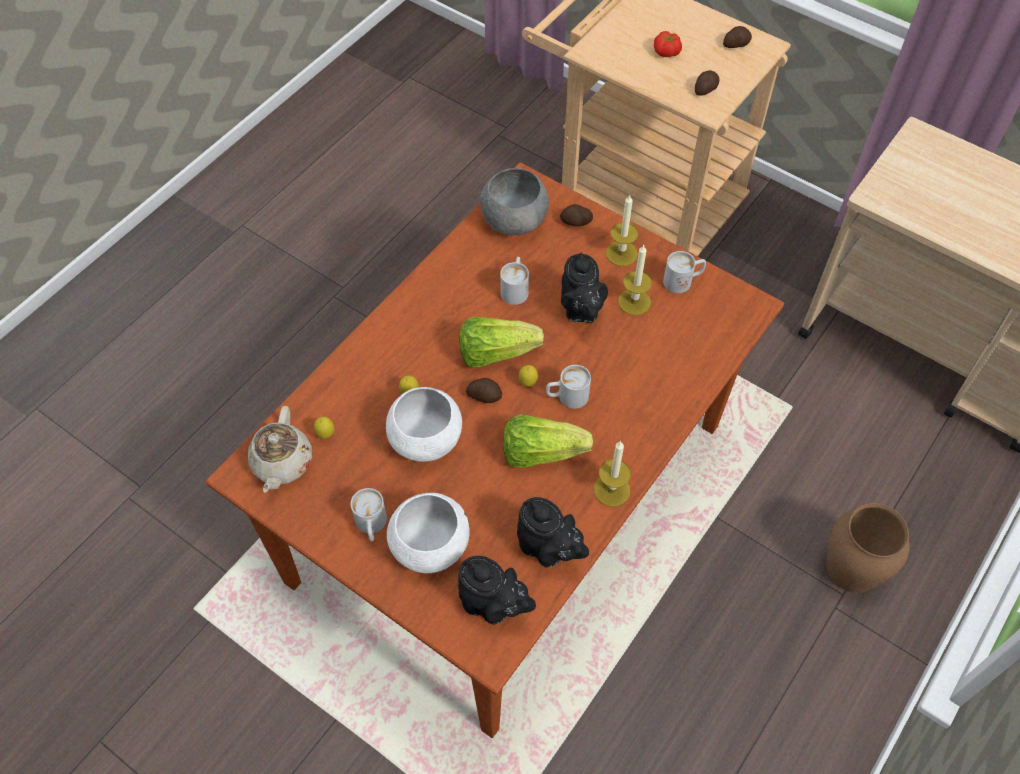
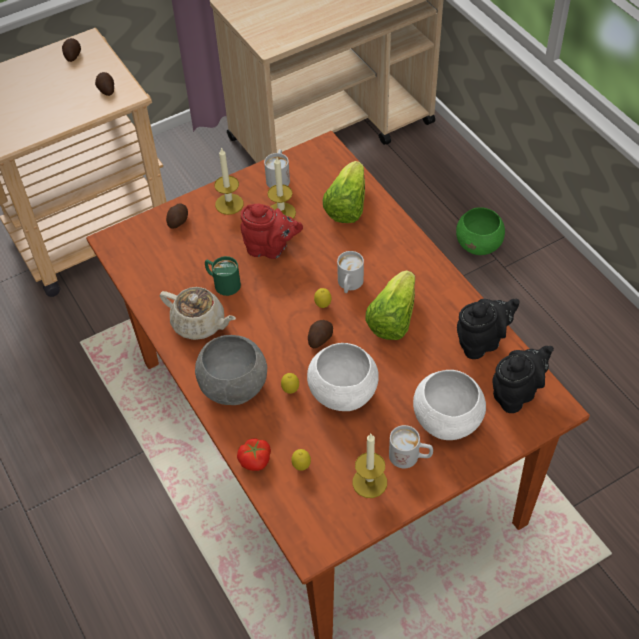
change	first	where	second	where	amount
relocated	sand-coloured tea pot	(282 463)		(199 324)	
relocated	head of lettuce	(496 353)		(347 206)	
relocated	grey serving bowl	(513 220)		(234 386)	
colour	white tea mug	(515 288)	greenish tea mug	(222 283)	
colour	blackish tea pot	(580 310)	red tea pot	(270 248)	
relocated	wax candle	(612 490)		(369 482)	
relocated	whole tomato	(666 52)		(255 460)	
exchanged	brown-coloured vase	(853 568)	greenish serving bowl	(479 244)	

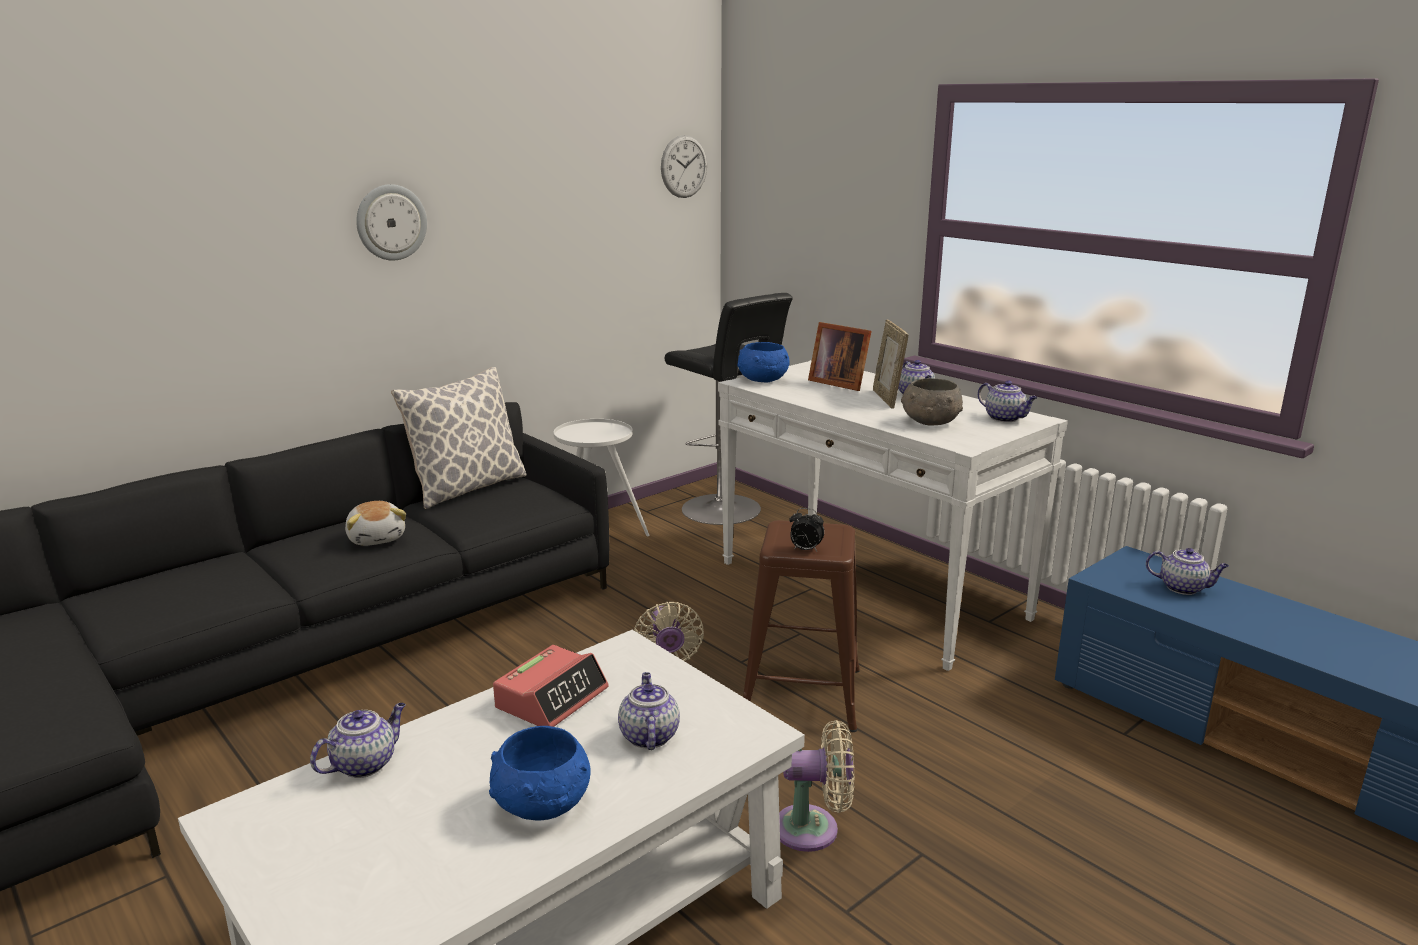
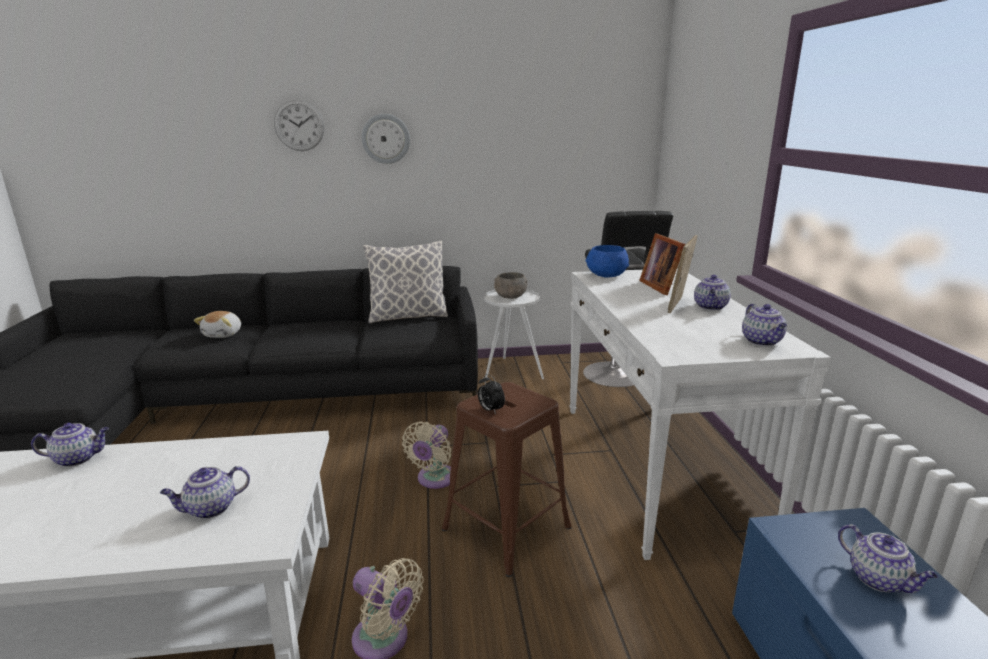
change	first	where	second	where	amount
relocated	soft toy	(377 538)		(224 334)	
missing	blue serving bowl	(542 804)			
missing	bedside clock	(552 698)			
spun	tea pot	(648 736)		(210 509)	150 degrees counterclockwise
relocated	hanging clock	(684 166)		(299 125)	
relocated	grey serving bowl	(930 422)		(510 296)	

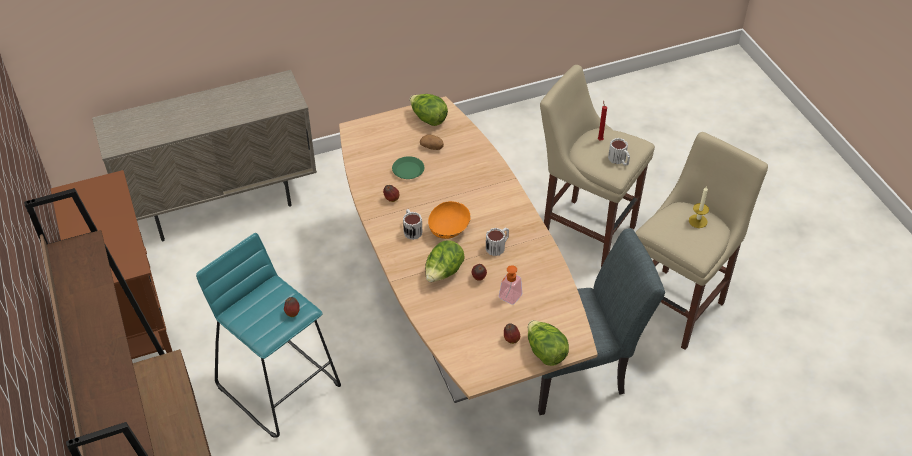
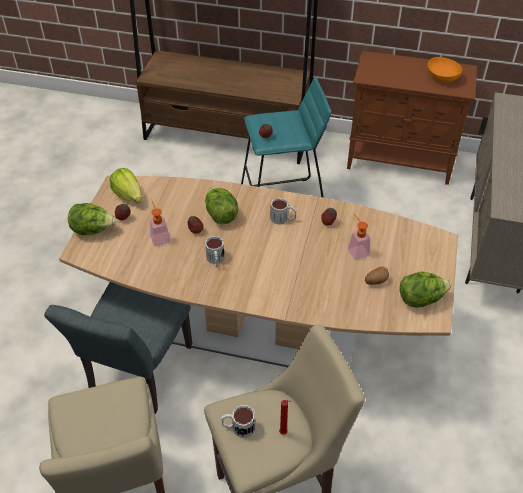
change	first	where	second	where	amount
exchanged	greenish flat dish	(408 170)	soap dispenser	(356 250)	
relocated	orangey serving bowl	(449 230)		(441 78)	
missing	wax candle	(698 221)			
appeared			head of lettuce	(128 195)	

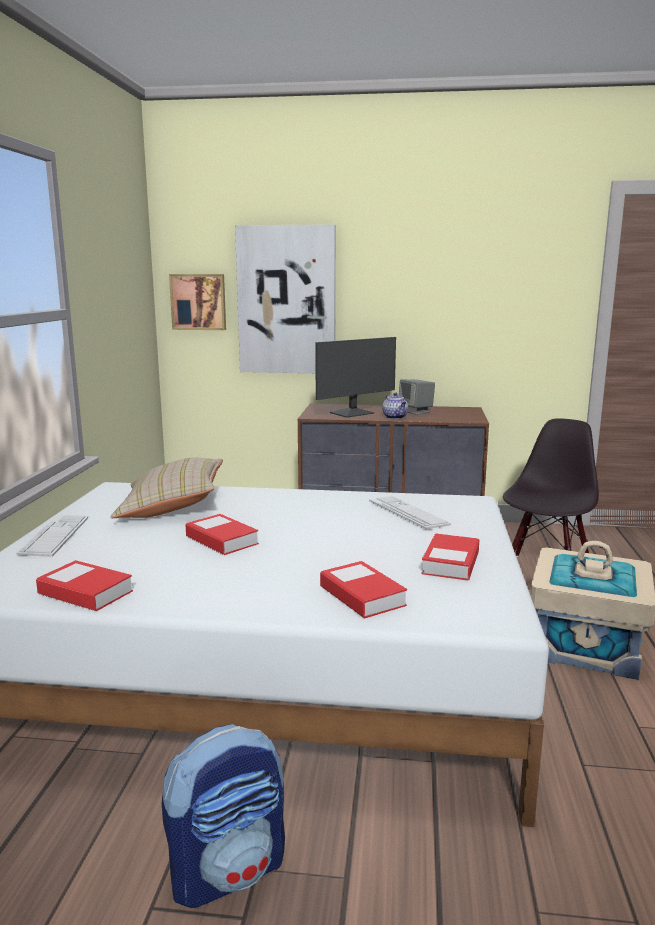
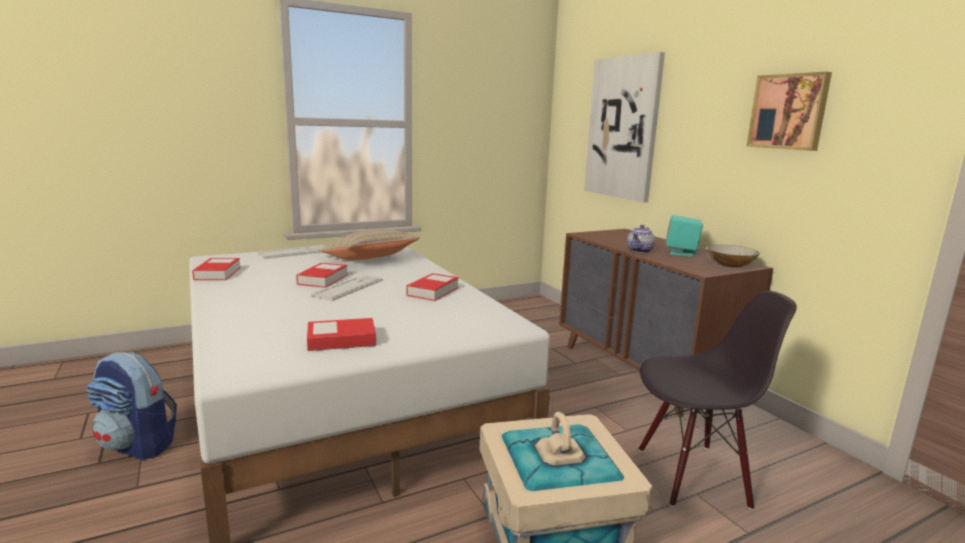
change	first	where	second	where	amount
relocated	picture	(198 302)		(789 112)	
missing	monitor	(352 413)			
relocated	volume	(362 596)		(433 291)	
relocated	keyboard	(408 513)		(348 288)	
colour	grey audio speaker	(416 411)	turquoise-coloured audio speaker	(681 253)	
appeared			serving bowl	(730 265)	

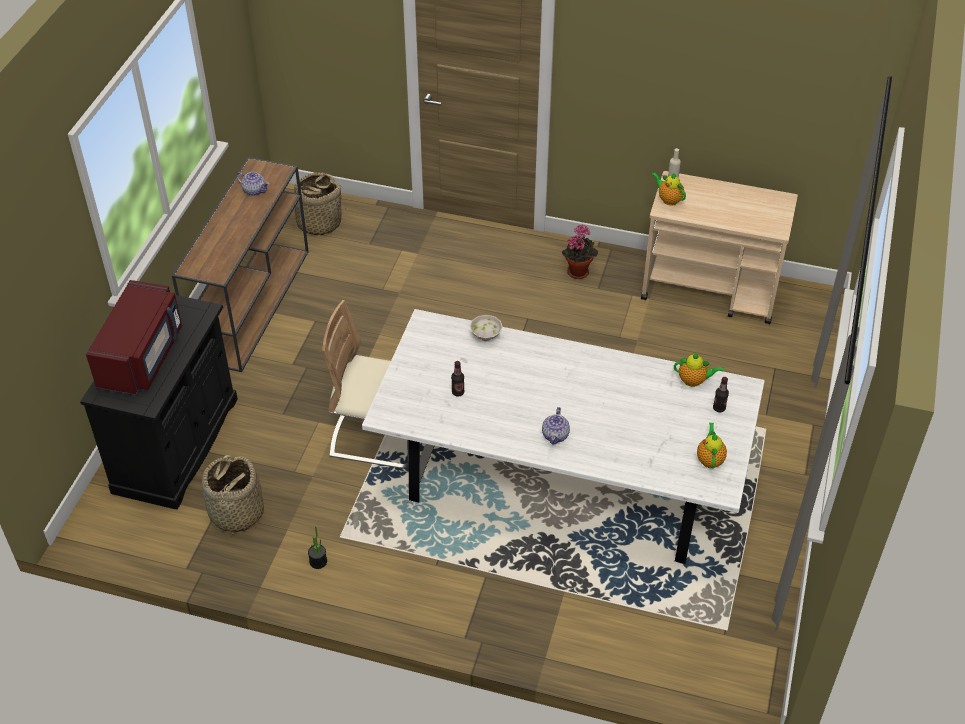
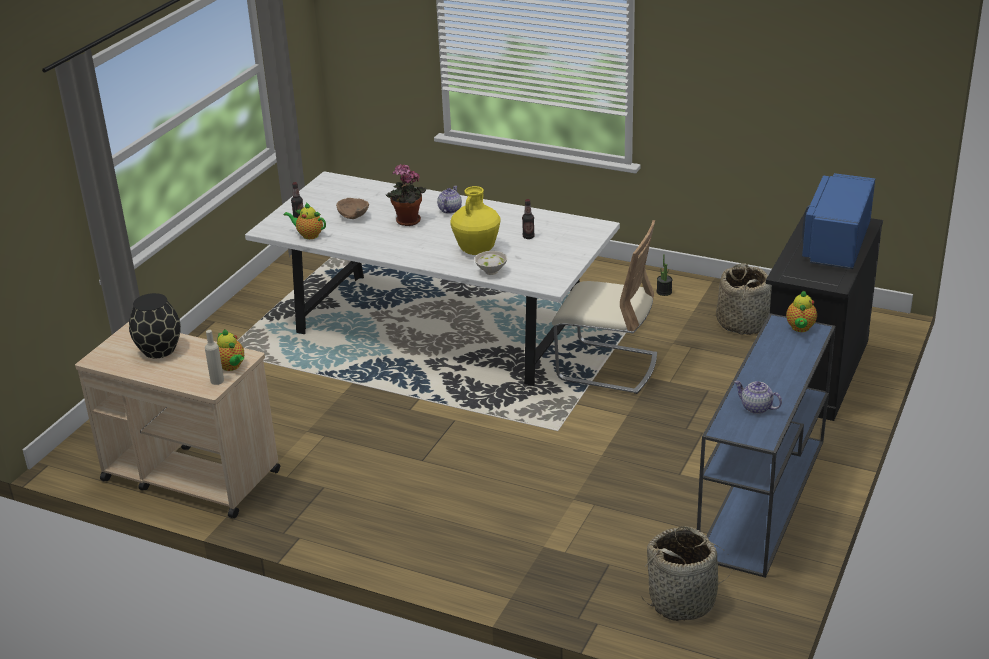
change	first	where	second	where	amount
colour	red microwave	(142 357)	blue microwave	(835 244)	
colour	brown-coloured narrow table	(252 303)	blue narrow table	(762 499)	
relocated	houseplant	(578 270)		(407 222)	
relocated	tea pot	(710 459)		(800 328)	
appeared			blackish vase	(159 350)	
appeared			brown-coloured serving bowl	(354 217)	
appeared			yellowish vase	(477 250)	

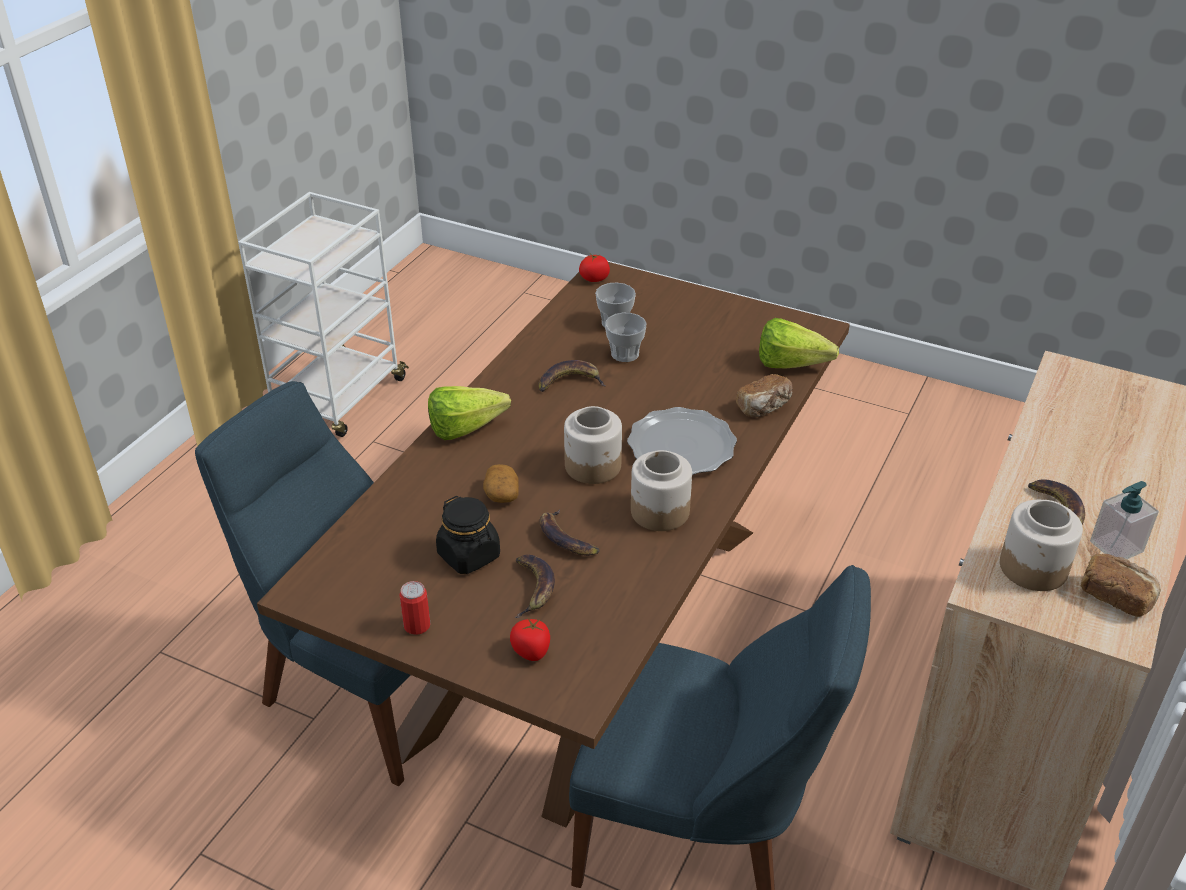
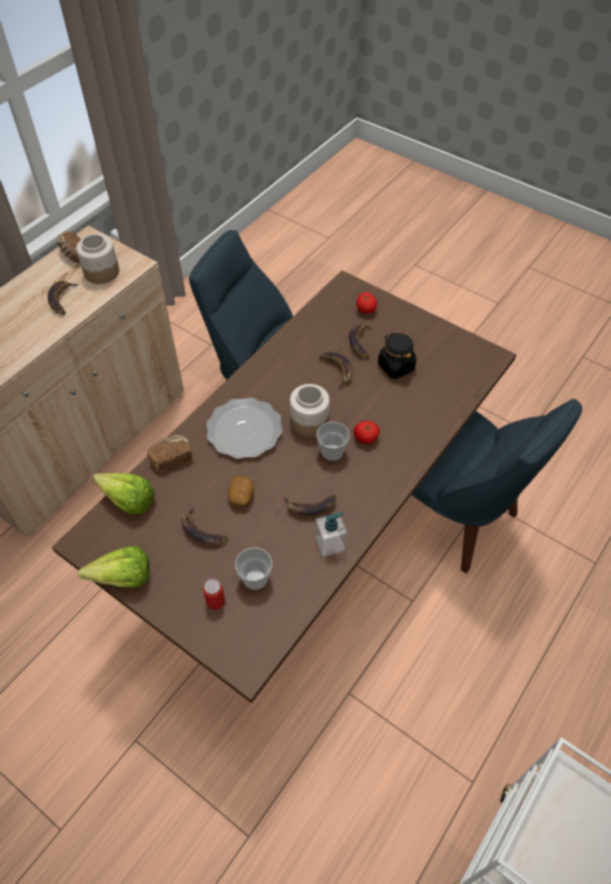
change	first	where	second	where	amount
relocated	sealed can	(417 625)		(215 601)	
relocated	head of lettuce	(472 428)		(118 577)	
relocated	spud	(501 493)		(241 496)	
relocated	whole tomato	(594 279)		(365 438)	
relocated	small cup	(625 354)		(332 451)	
missing	jar	(659 511)			
relocated	soap dispenser	(1116 547)		(330 543)	
appeared			whole banana	(202 531)	

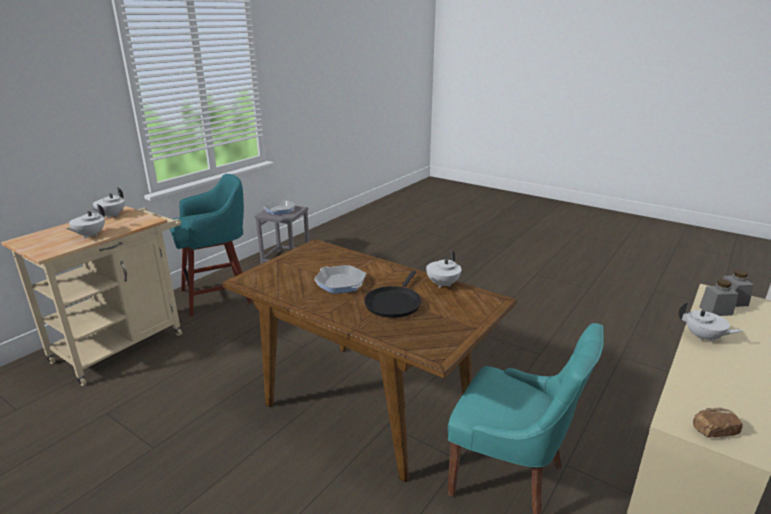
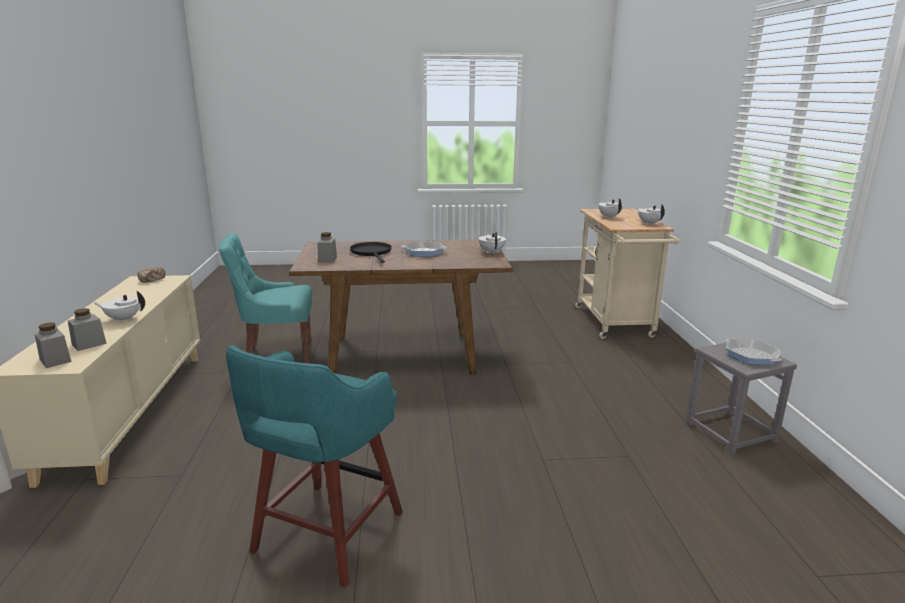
change	first	where	second	where	amount
relocated	turquoise-coloured stool	(218 295)		(326 534)	
relocated	white tea pot	(442 284)		(492 252)	
appeared			grey jar	(327 259)	

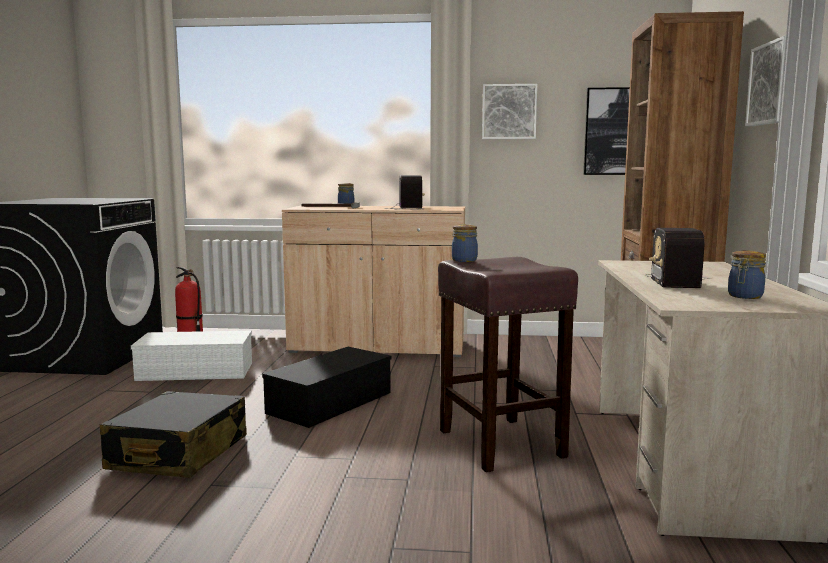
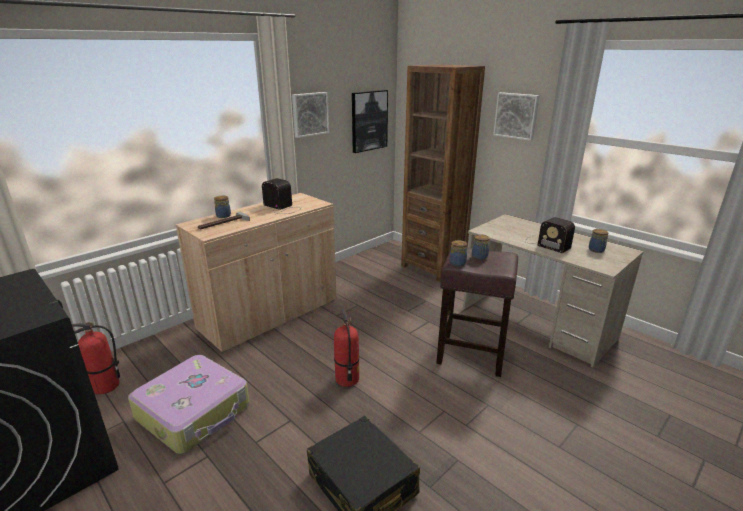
change	first	where	second	where	amount
exchanged	white storage container	(197 371)	suitcase	(195 412)	
exchanged	blackish storage container	(330 402)	fire-fighting cylinder	(347 379)	
appeared			jar	(480 257)	

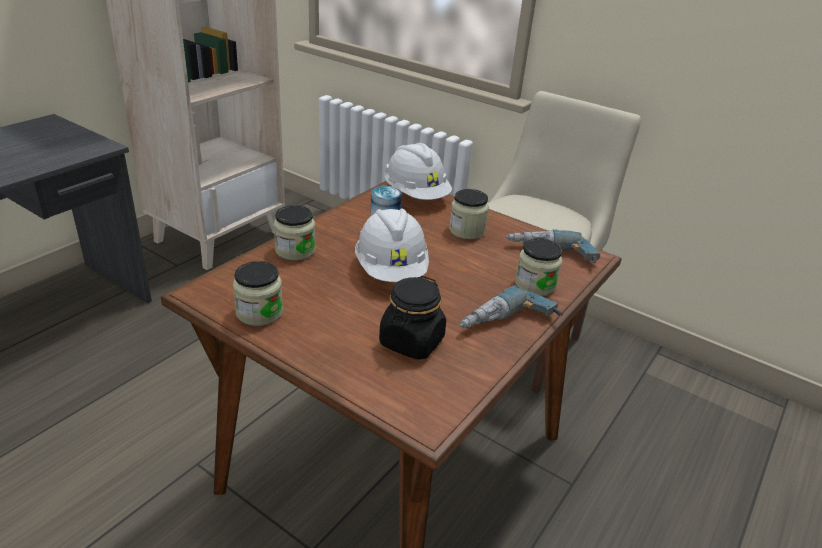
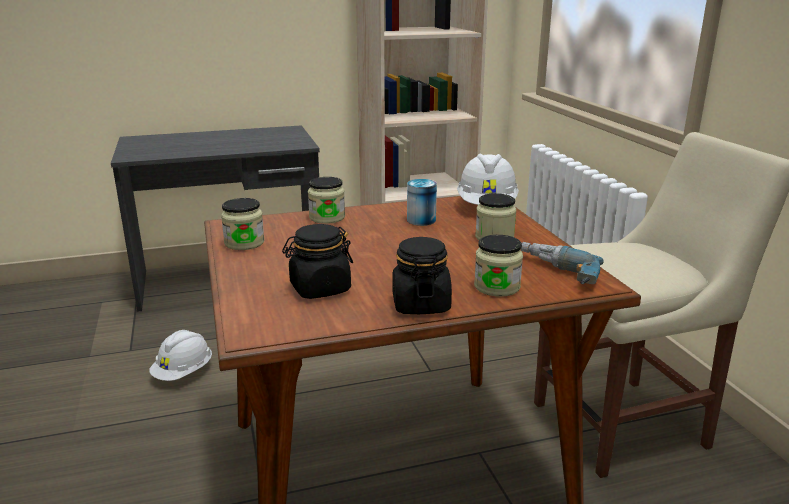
change	first	where	second	where	amount
relocated	white work helmet	(391 270)		(183 373)	
exchanged	power drill	(509 325)	blackish jar	(420 304)	

